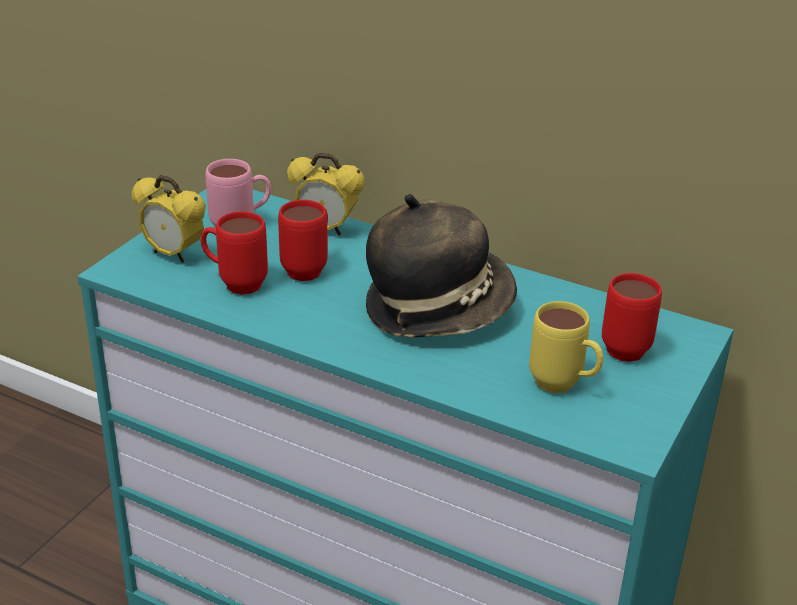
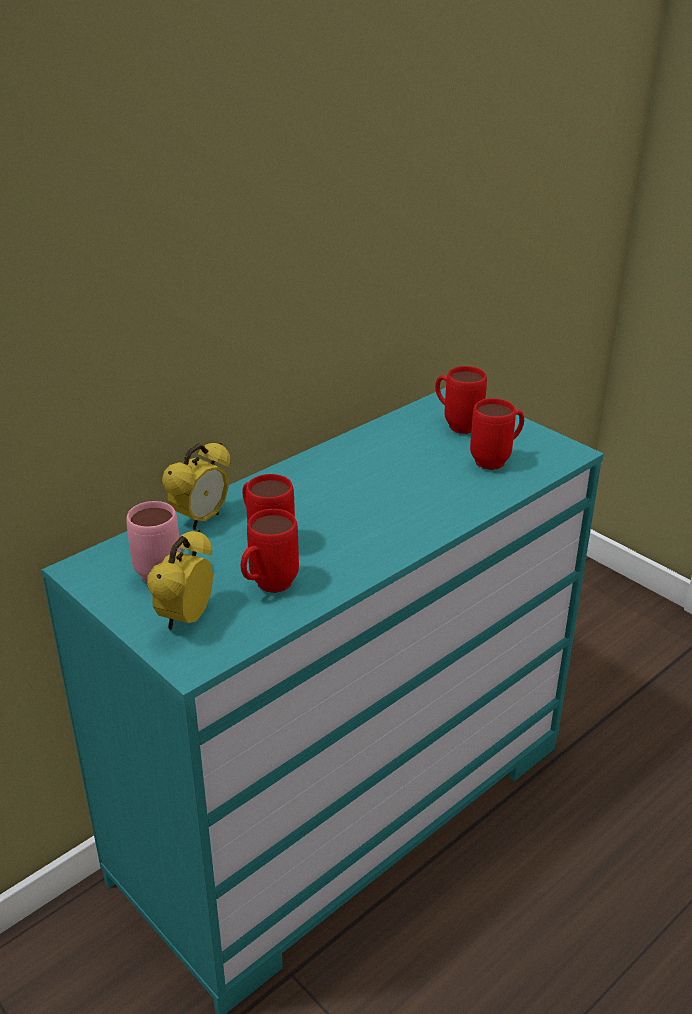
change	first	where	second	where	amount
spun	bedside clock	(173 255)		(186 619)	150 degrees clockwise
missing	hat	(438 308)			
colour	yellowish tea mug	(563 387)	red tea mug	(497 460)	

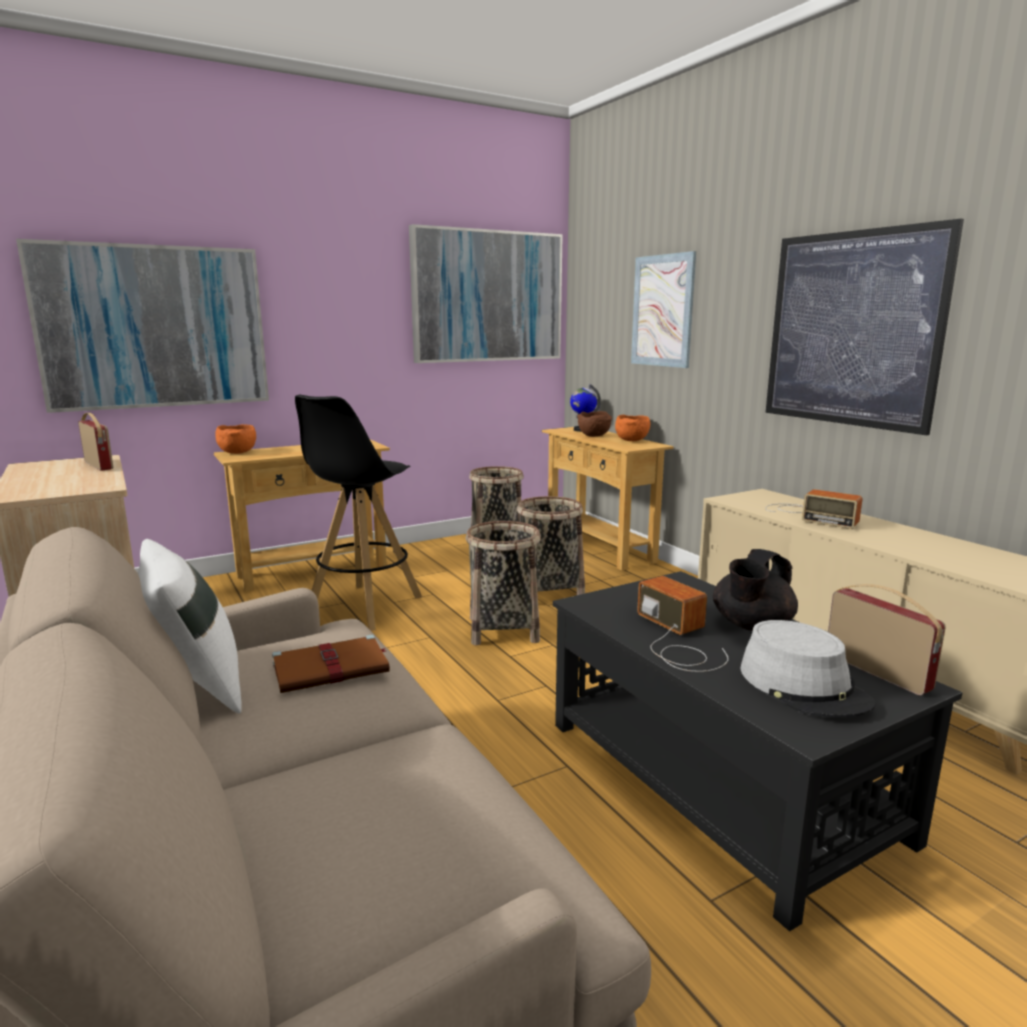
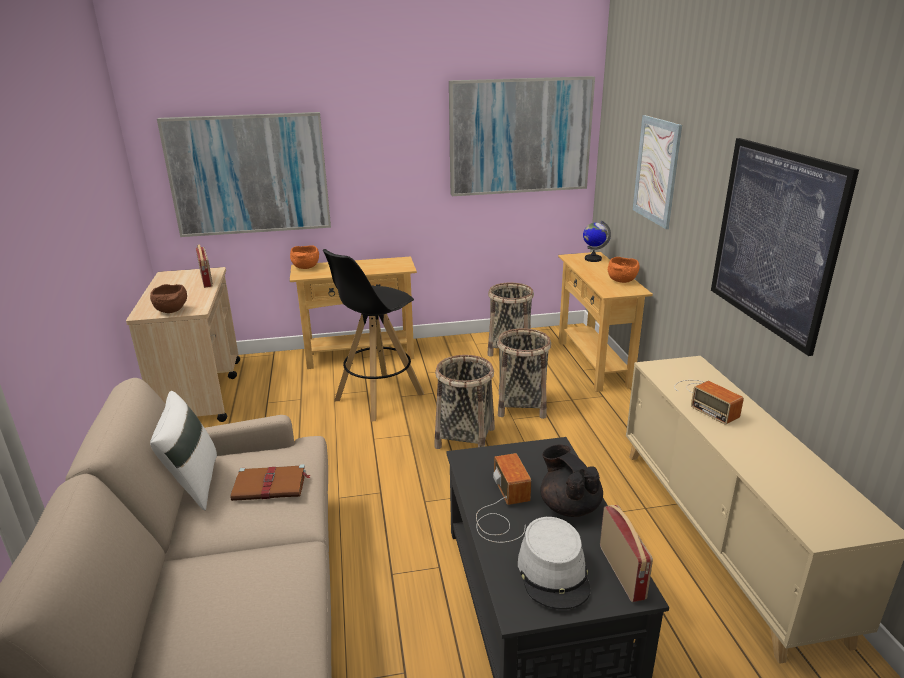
change	first	where	second	where	amount
relocated	brown-coloured serving bowl	(594 436)		(172 311)	
spun	blackish tea pot	(751 625)		(569 506)	90 degrees clockwise

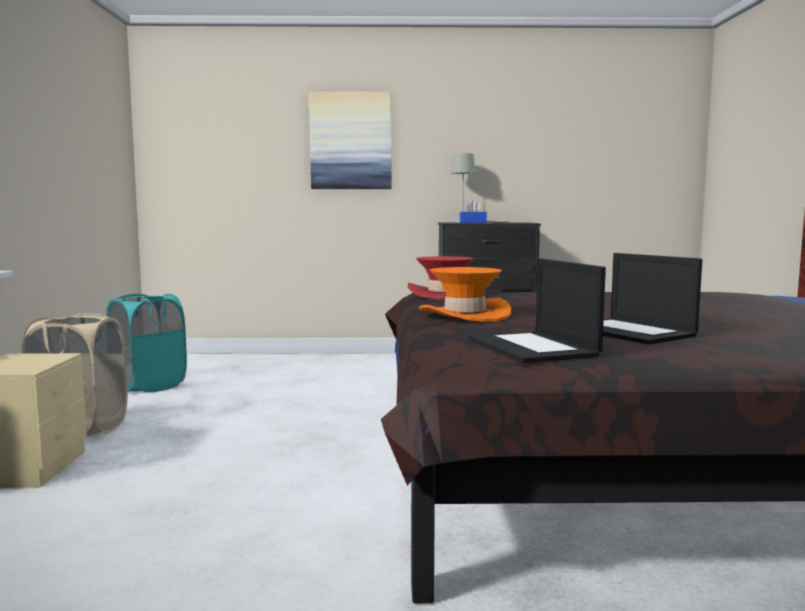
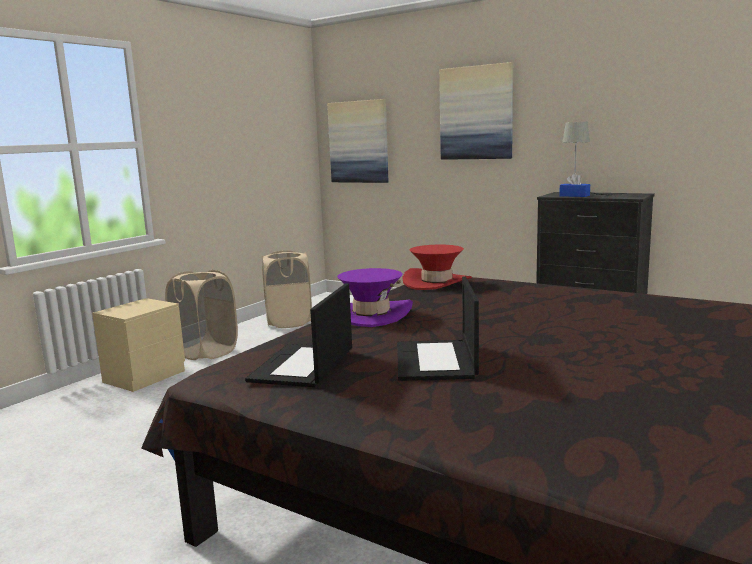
change	first	where	second	where	amount
colour	turquoise-coloured washing basket	(149 386)	sand-coloured washing basket	(289 322)	
colour	orangey hat	(465 315)	purple-coloured hat	(371 314)	
appeared			picture	(358 142)	

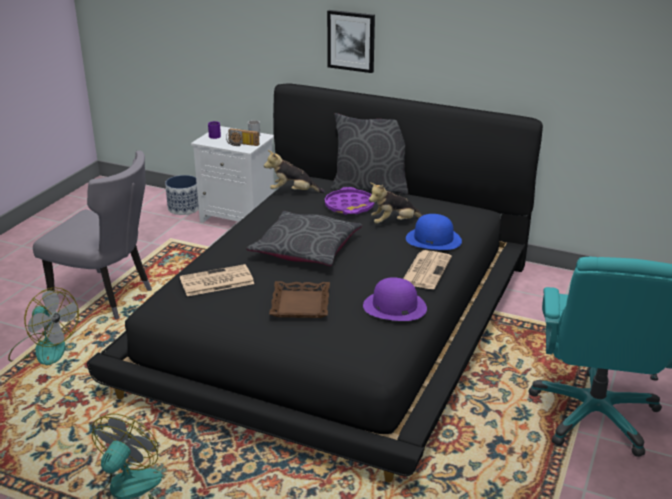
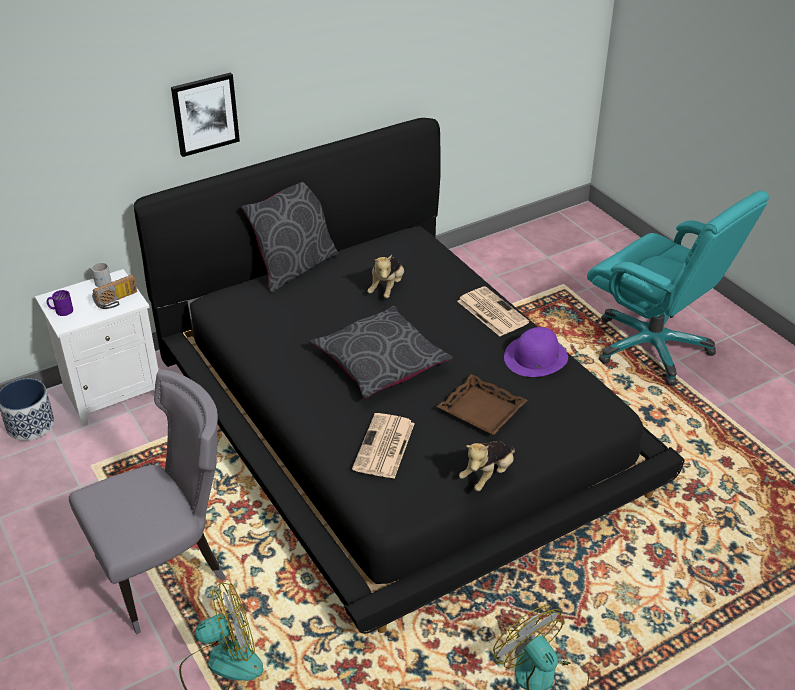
change	first	where	second	where	amount
relocated	soft toy	(293 192)		(488 475)	
missing	purple-coloured carrying tray	(349 206)			
missing	blue hat	(433 239)			

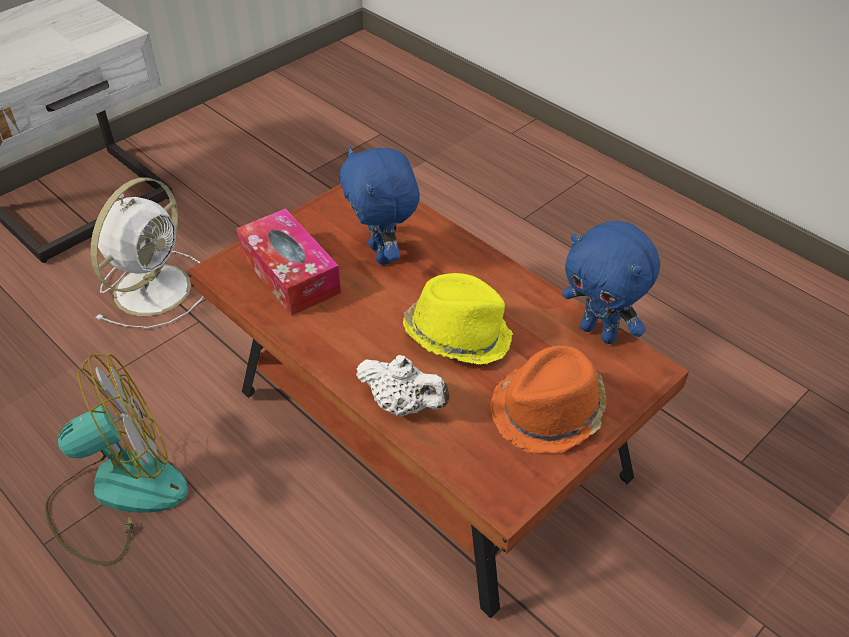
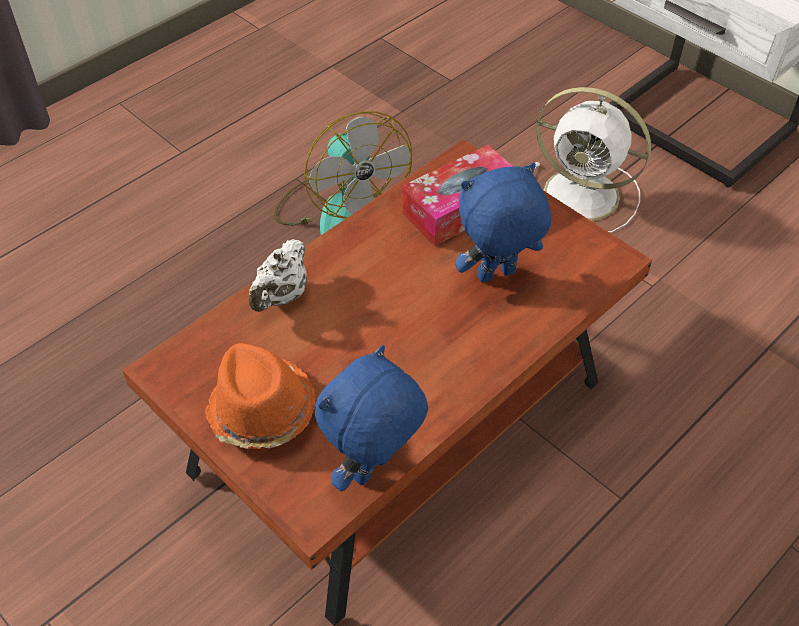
change	first	where	second	where	amount
missing	yellowish hat	(457 335)			

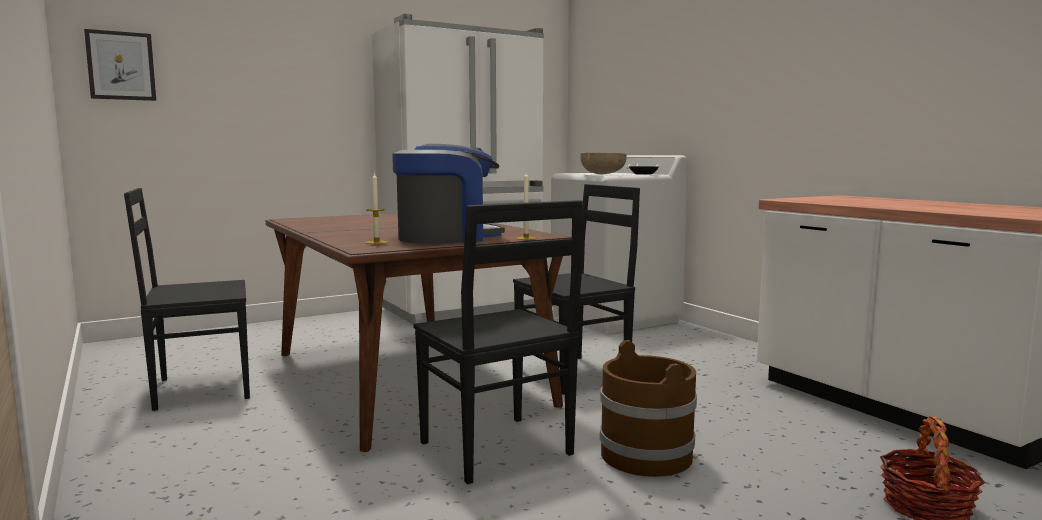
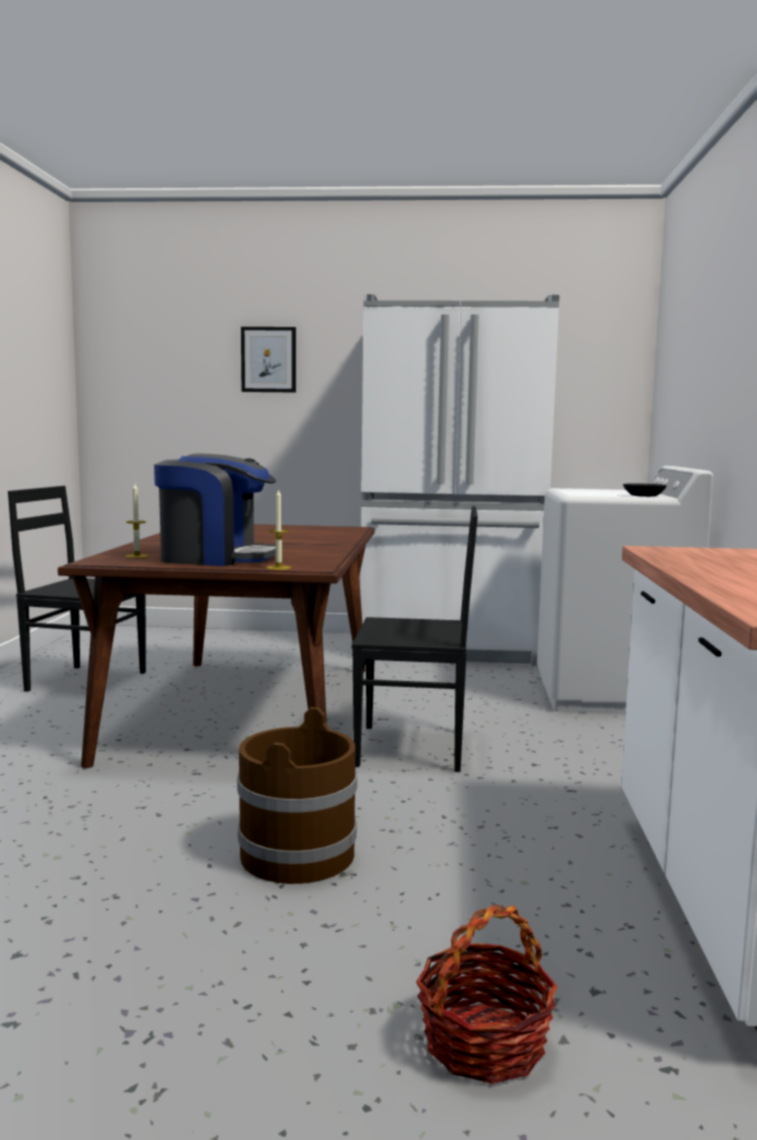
change	first	where	second	where	amount
relocated	picture	(121 66)		(268 359)	
missing	blackish upright chair	(497 450)			
missing	brown-coloured serving bowl	(602 174)			

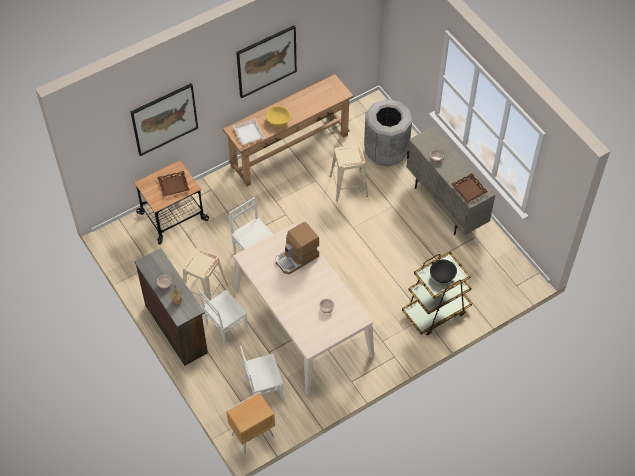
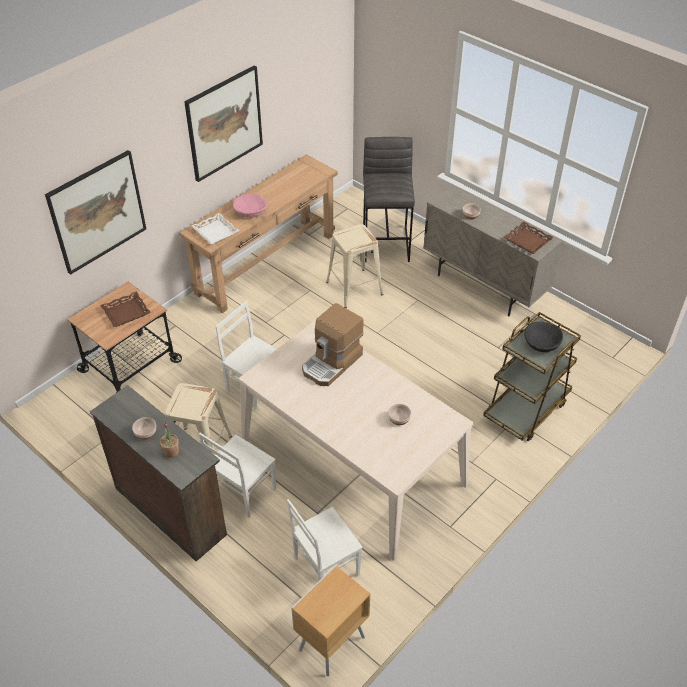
change	first	where	second	where	amount
colour	yellowish serving bowl	(278 120)	pinkish serving bowl	(250 211)	
exchanged	grey waste bin	(386 151)	grey stool	(386 243)	

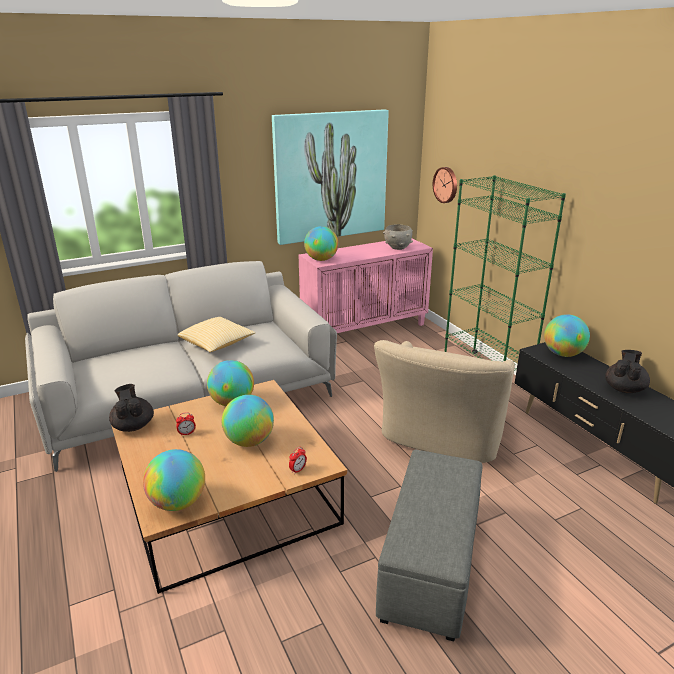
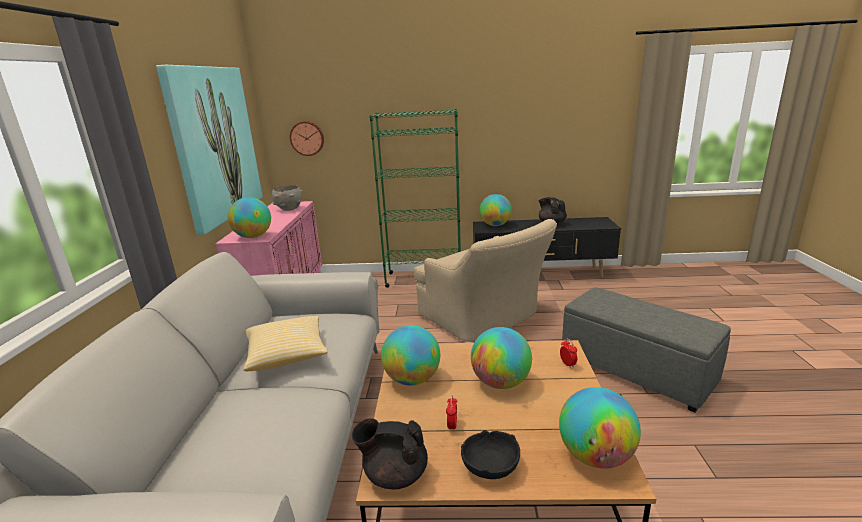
change	first	where	second	where	amount
appeared			blackish serving bowl	(489 466)	

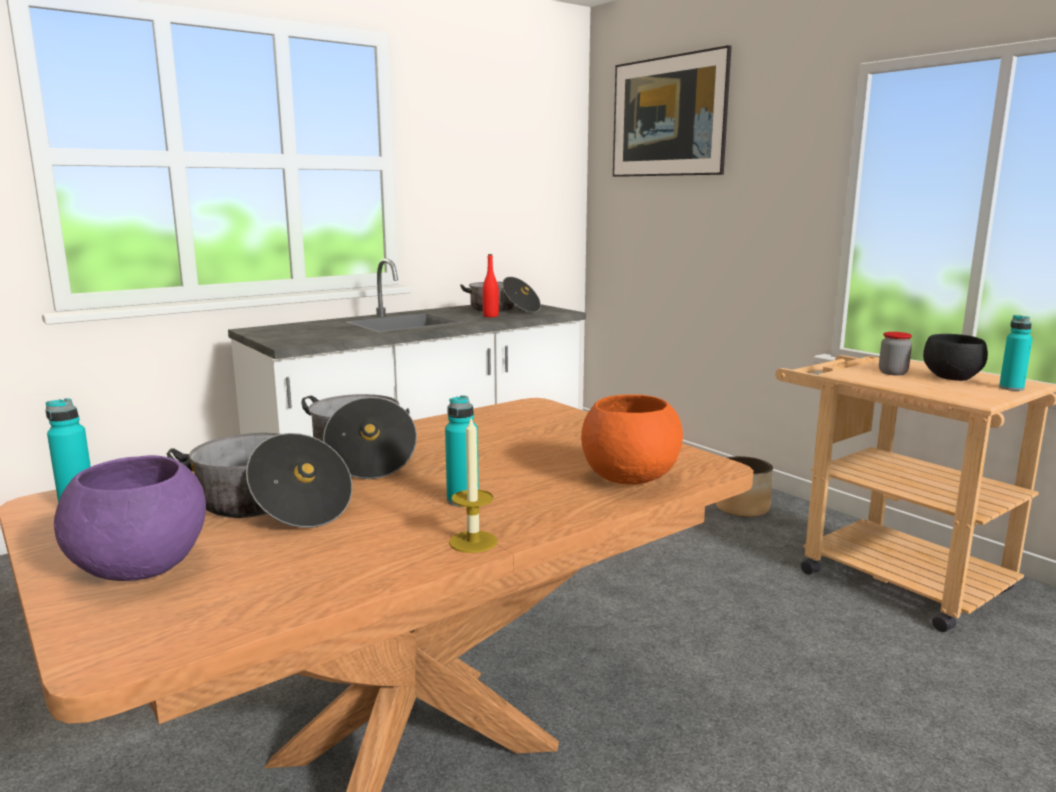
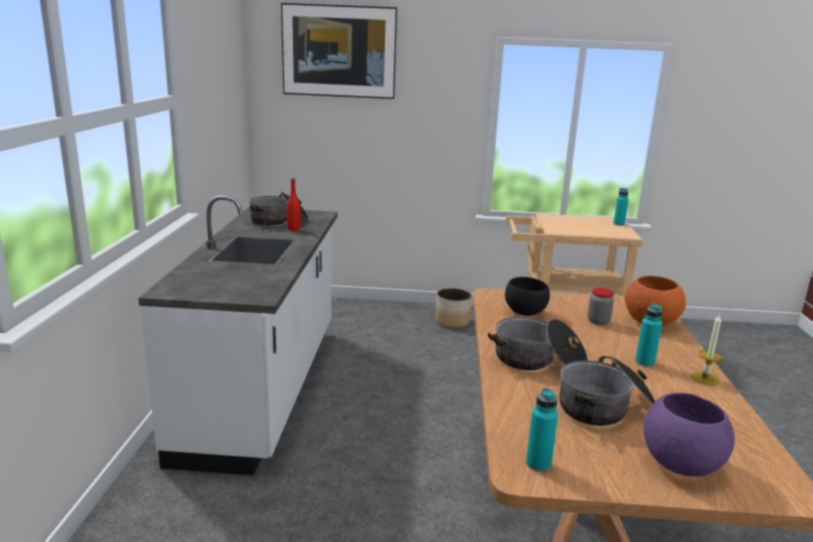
change	first	where	second	where	amount
relocated	jar	(892 373)		(598 321)	
relocated	blackish serving bowl	(953 379)		(526 313)	

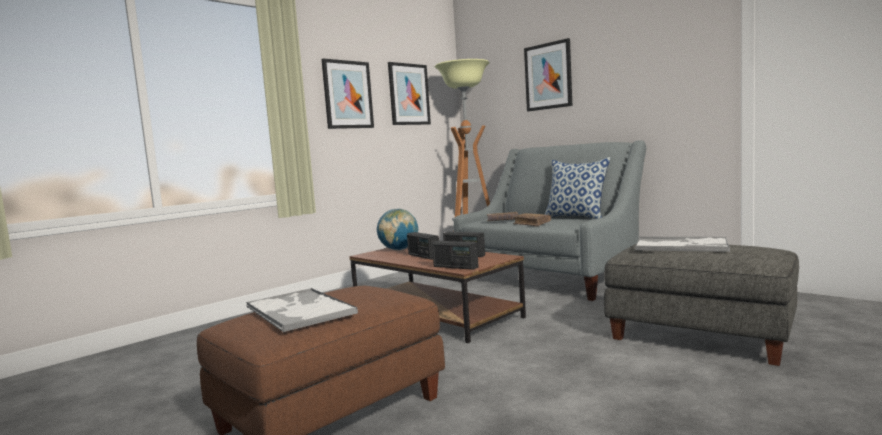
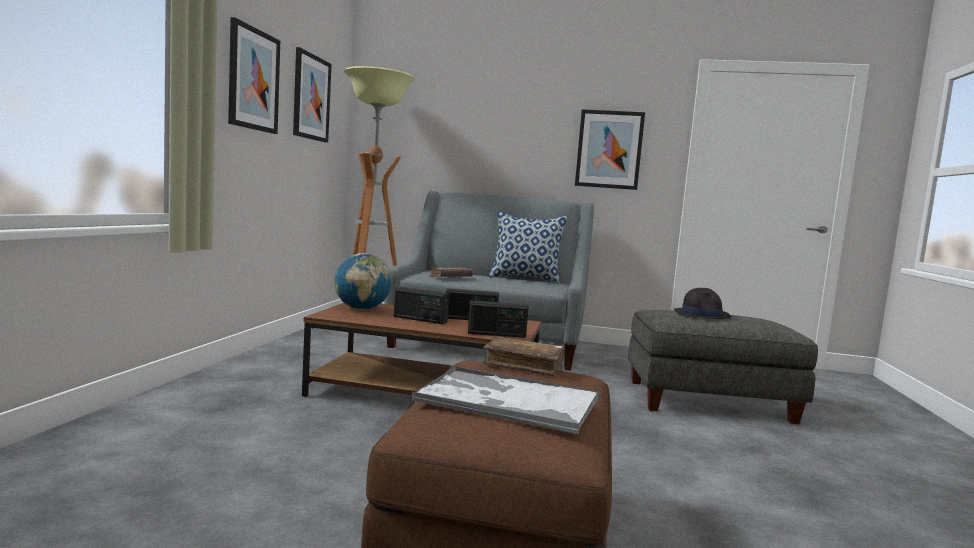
change	first	where	second	where	amount
relocated	brown-coloured volume	(532 224)		(523 365)	
relocated	picture	(548 76)		(609 149)	
exchanged	carrying tray	(682 246)	blackish hat	(702 314)	

